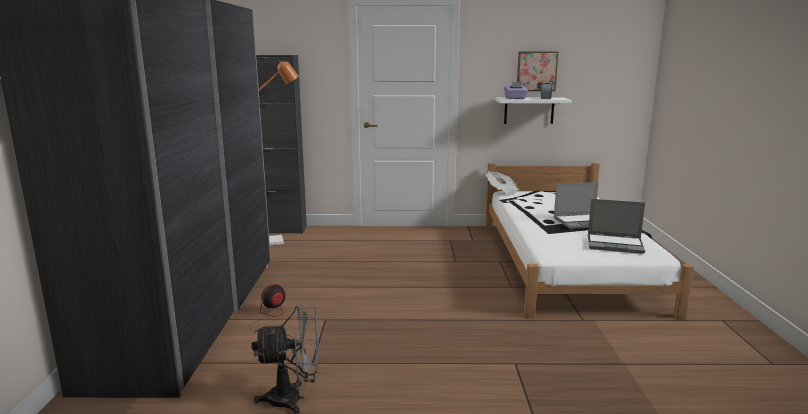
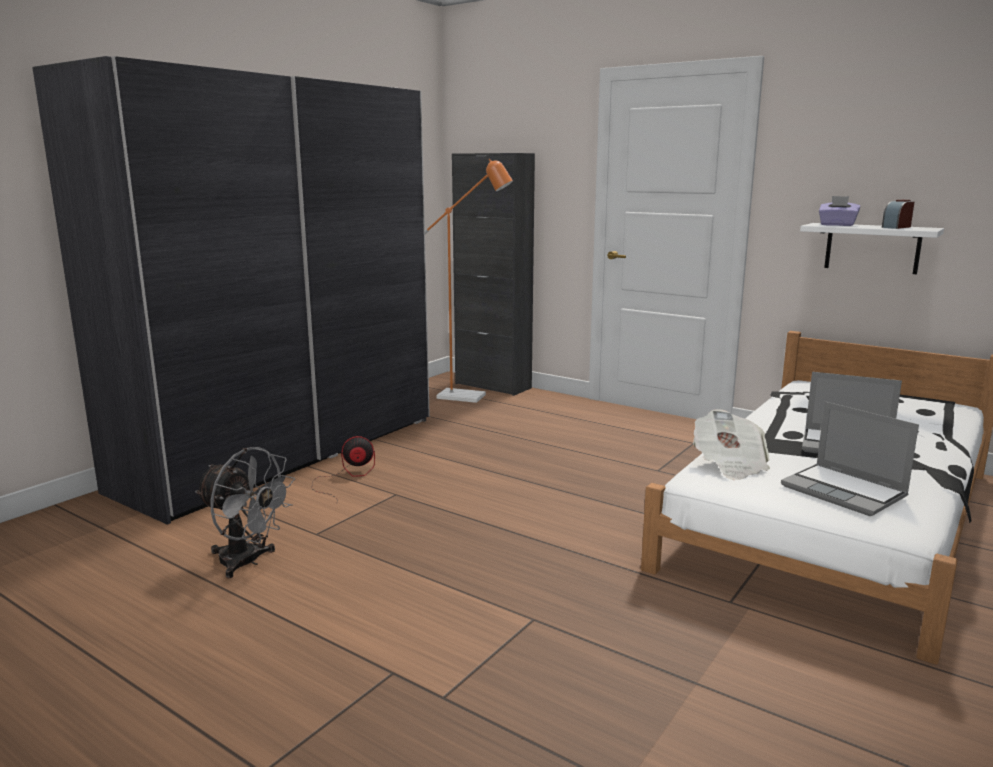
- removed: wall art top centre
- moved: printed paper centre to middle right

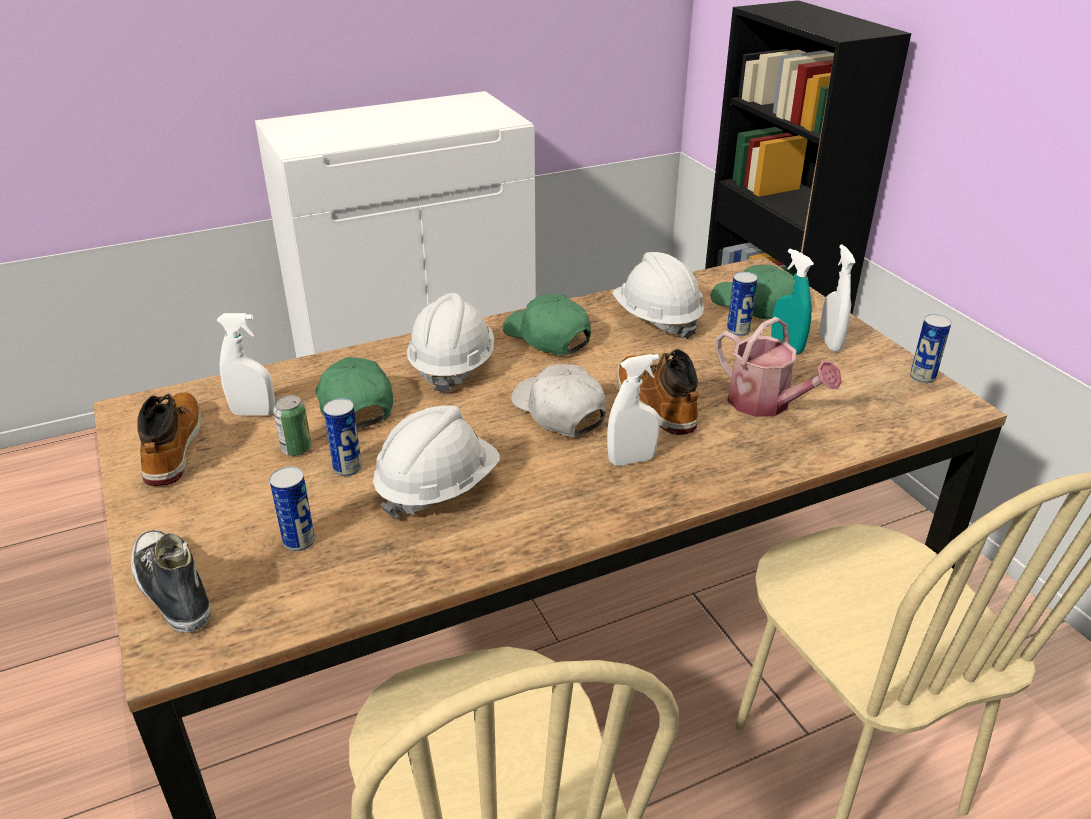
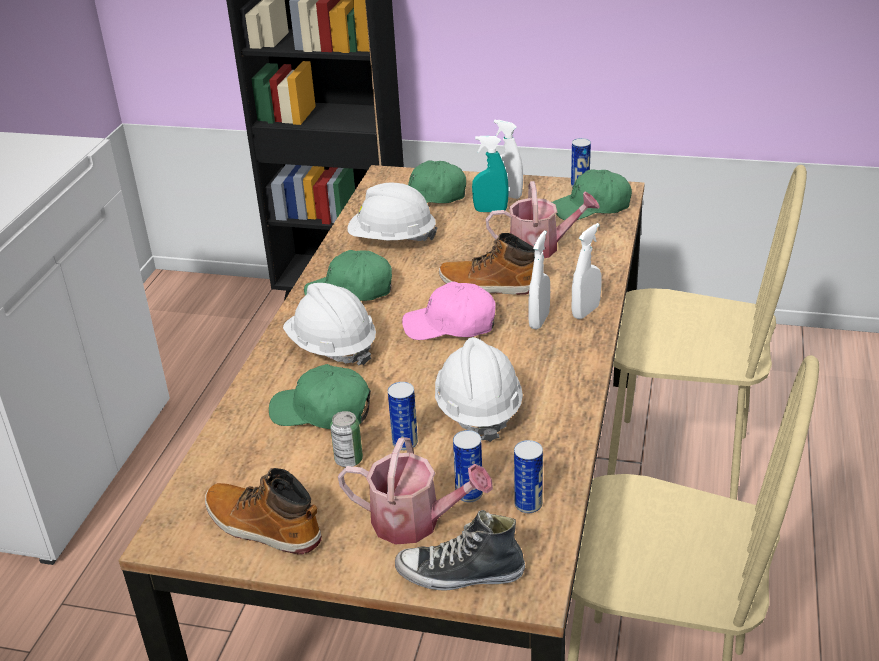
- moved: can (4th from left) middle right to bottom centre
- moved: hand sprayer in whitish (1st from left in the first image) middle left to hand sprayer in whitish (3rd from left) middle right
- recoloured: cap in whitish centre to cap in pink centre
- added: cap in greenish (4th from left) top right
- added: sprinkling can (1st from left) bottom centre

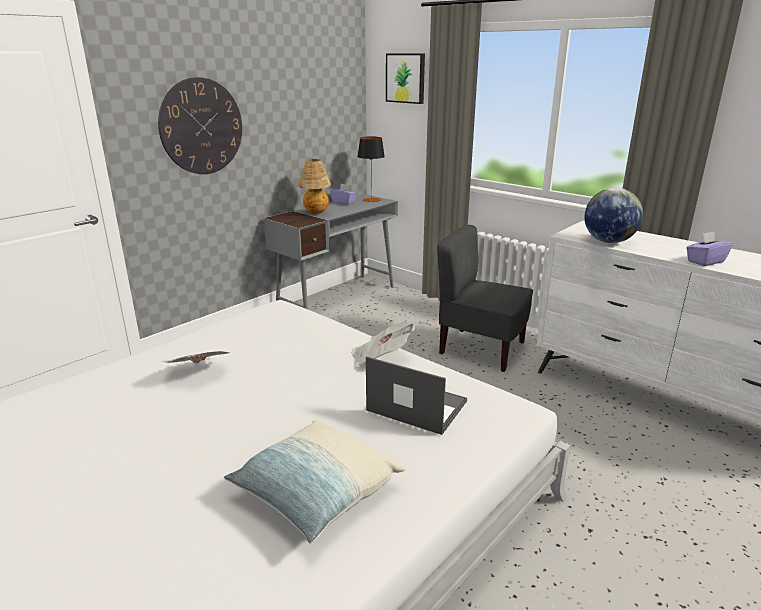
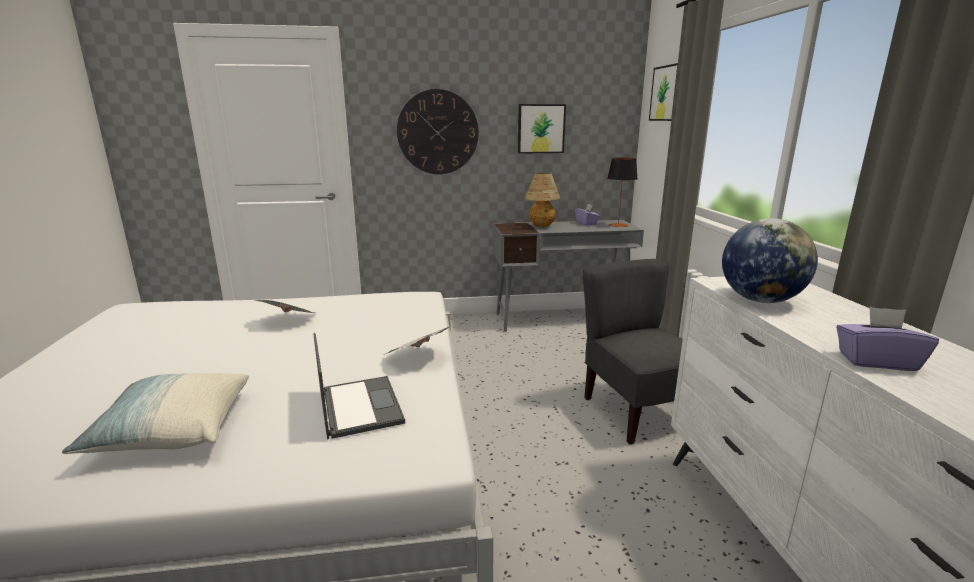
- added: wall art (1st from left) top centre

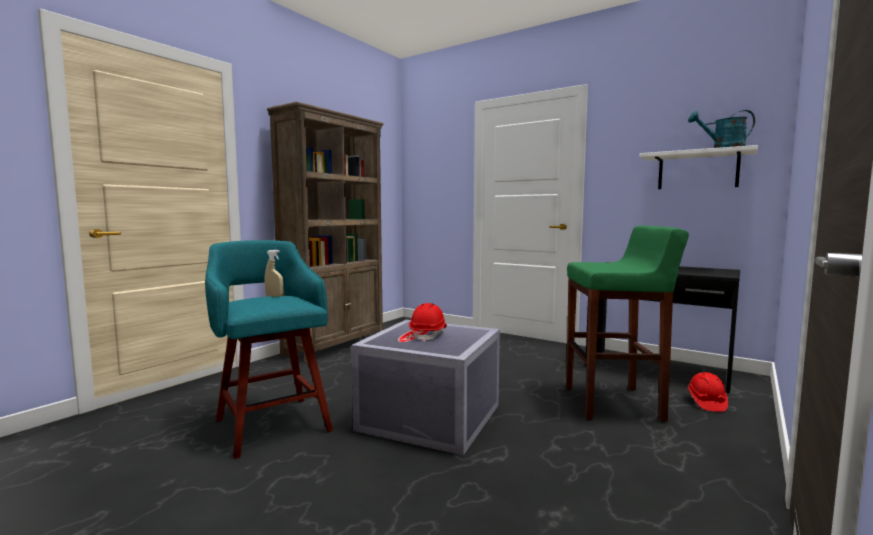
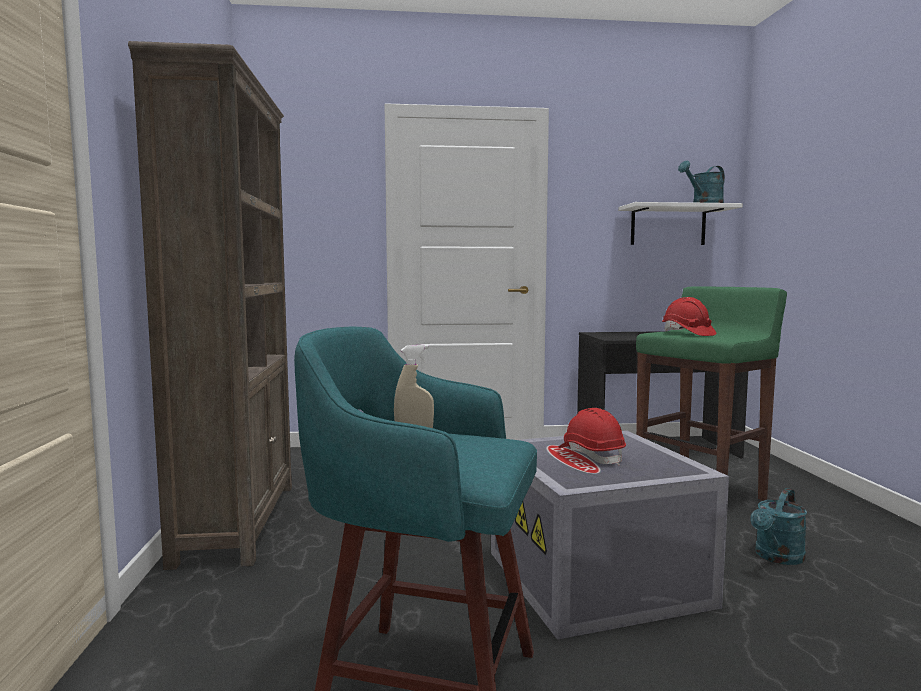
- moved: work helmet in red (2nd from left) bottom right to middle right
- added: sprinkling can in blue-green (2nd from left) bottom right

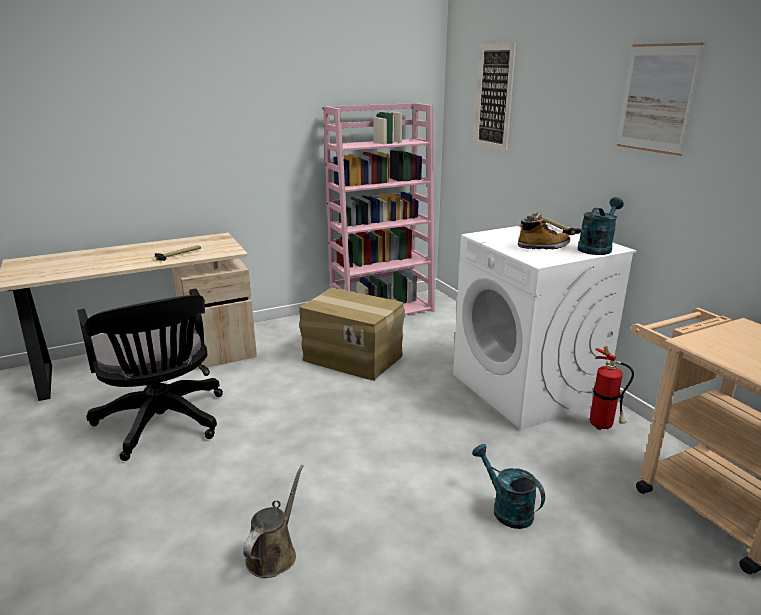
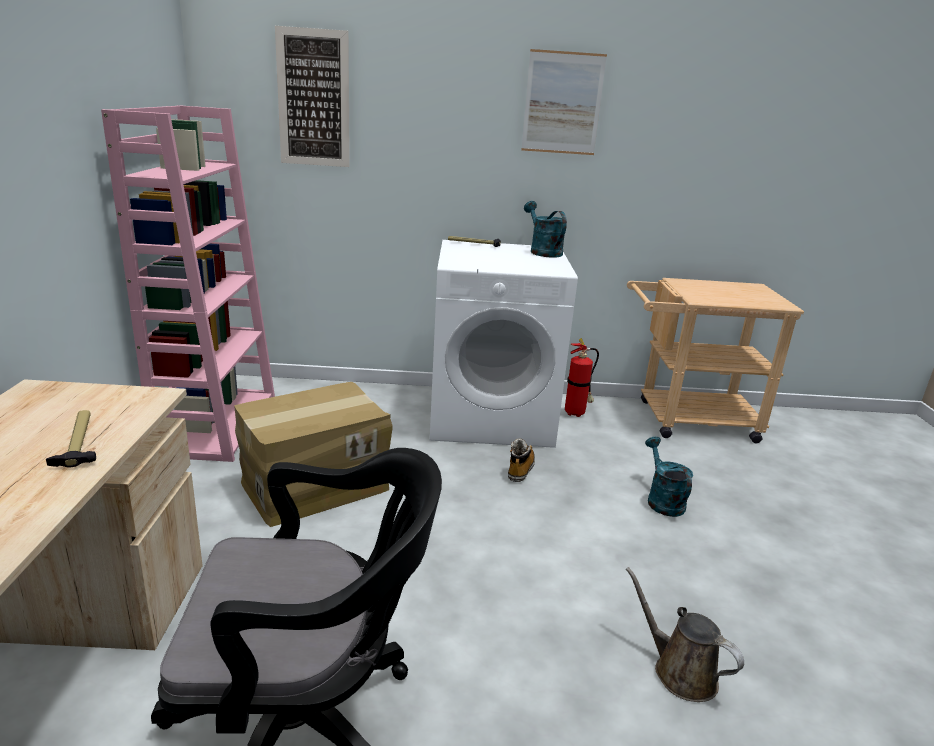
- moved: boot middle right to centre
- turned: sprinkling can in blue-green (1st from left in the first image) bottom right = middle right 90 degrees clockwise

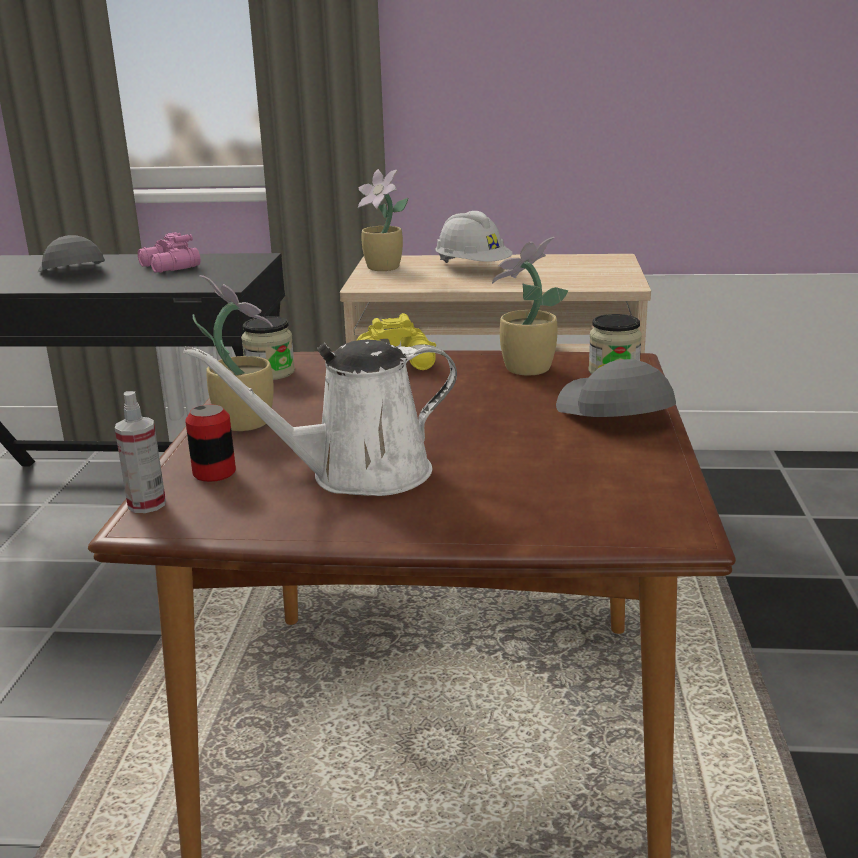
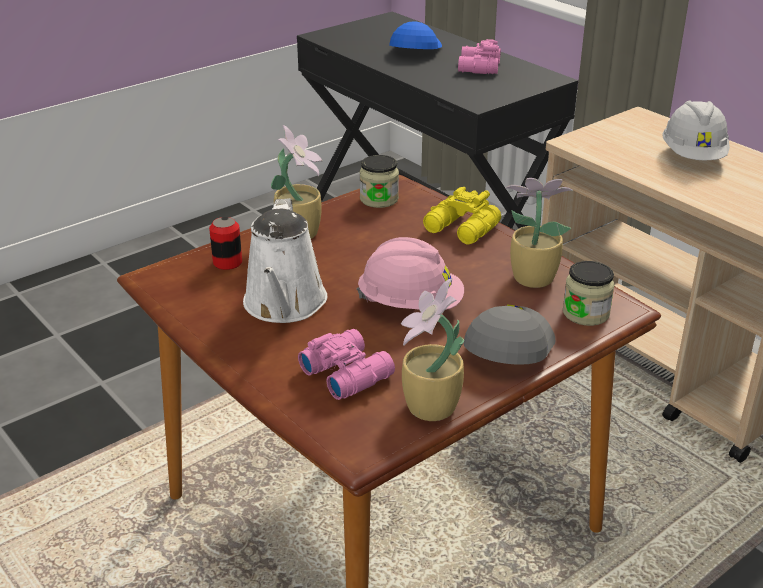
- moved: potted plant (2nd from left) top centre to centre
- recoloured: cap in greyish (1st from left) top left to cap in blue top centre
- turned: sprinkling can in whitish centre = centre 120 degrees counterclockwise
- removed: hand sprayer middle left
- added: work helmet in pink centre
- added: field glasses in pink (1st from left) centre

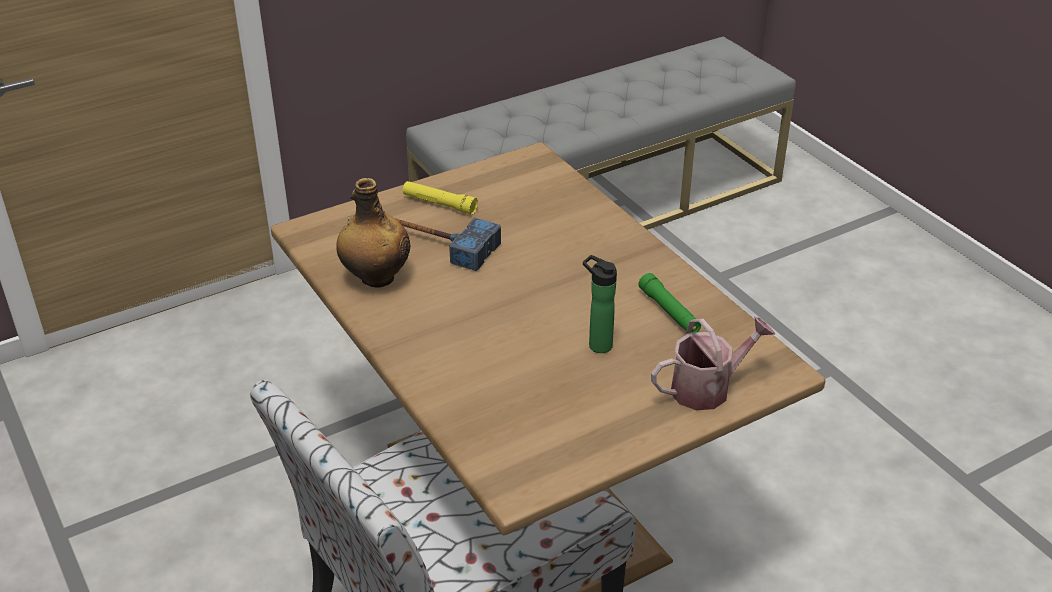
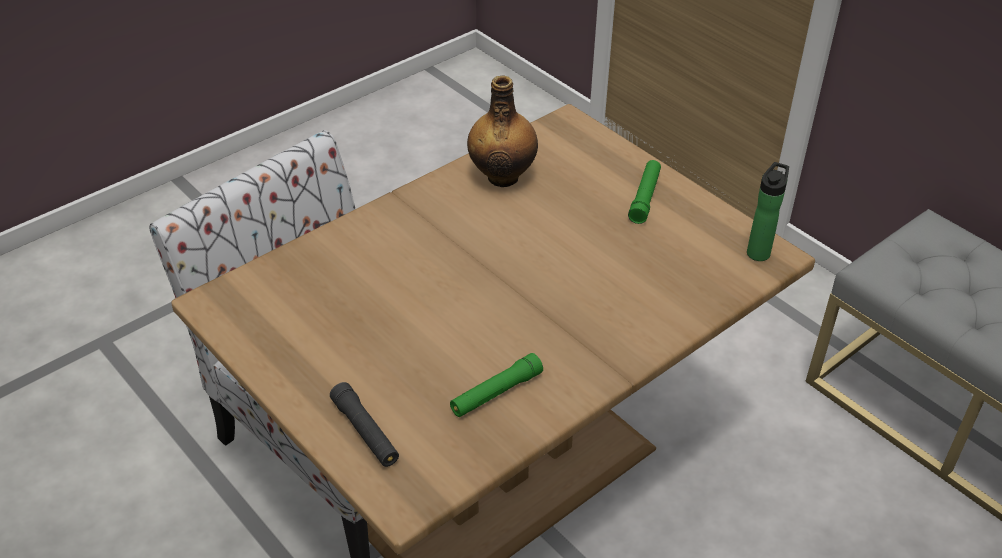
- recoloured: hand torch in yellowish centre to hand torch in greenish (2nd from left) centre
- removed: hammer centre
- moved: bottle (2nd from left) centre to middle right
- replaced: sprinkling can middle right to hand torch in black-coloured bottom centre

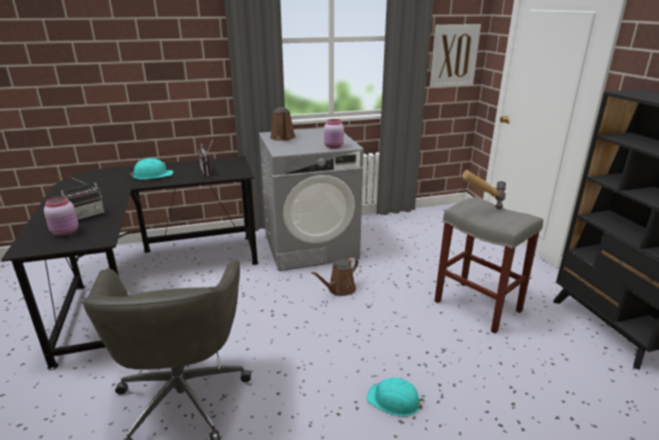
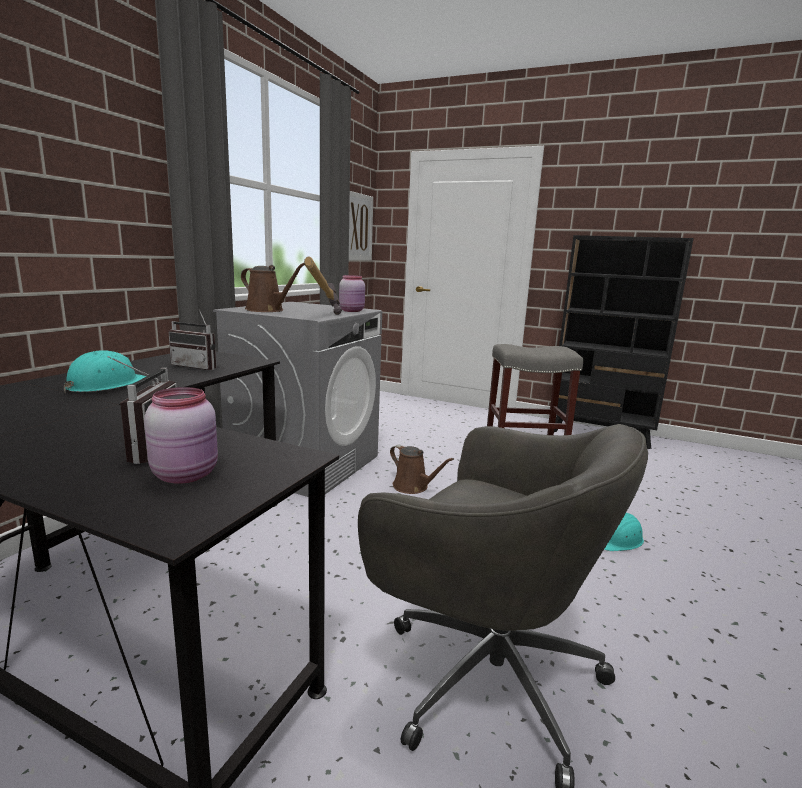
- moved: hammer middle right to centre
- turned: sprinkling can in brownish (2nd from left) centre = centre 45 degrees counterclockwise

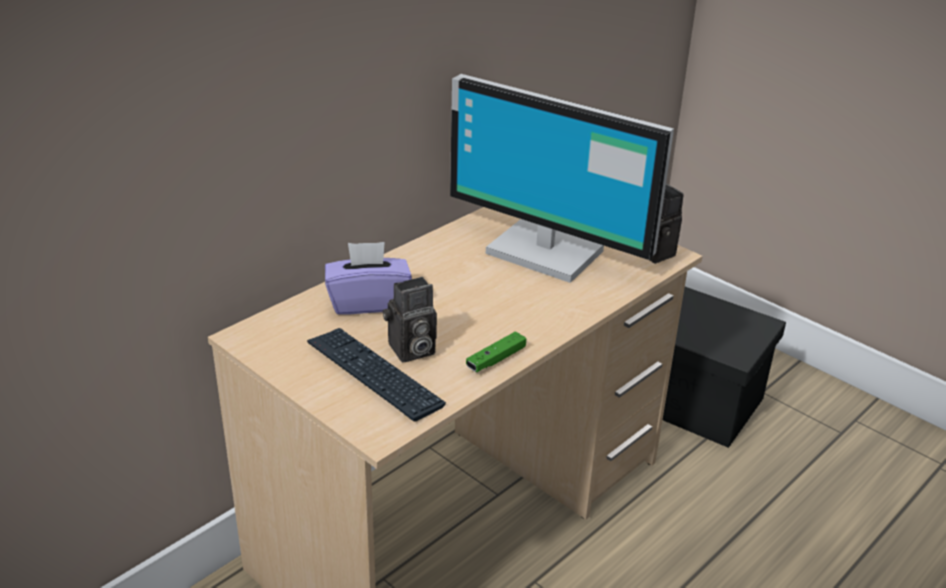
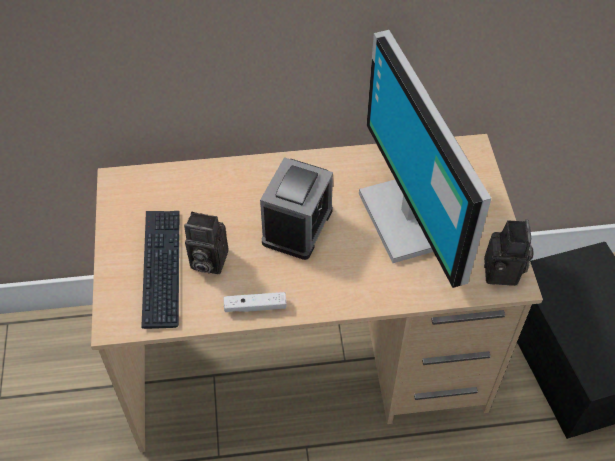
- removed: tissue box in purple-coloured centre
- recoloured: gamepad in greenish centre to gamepad in whitish centre
- added: table clock centre

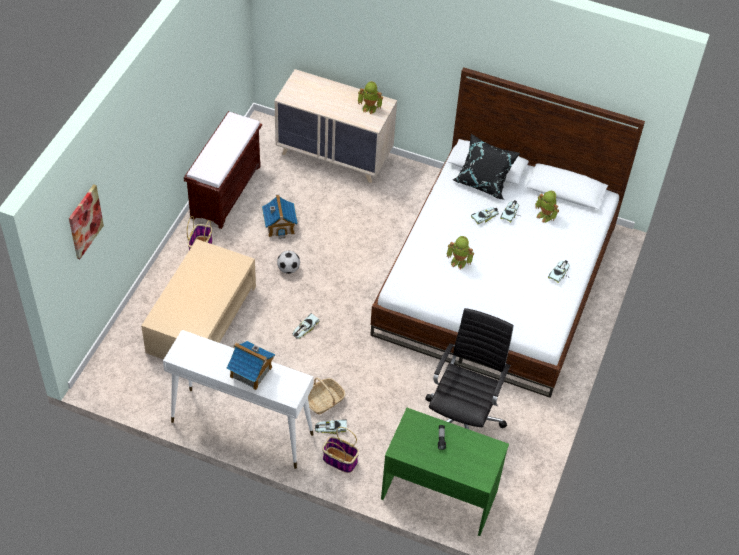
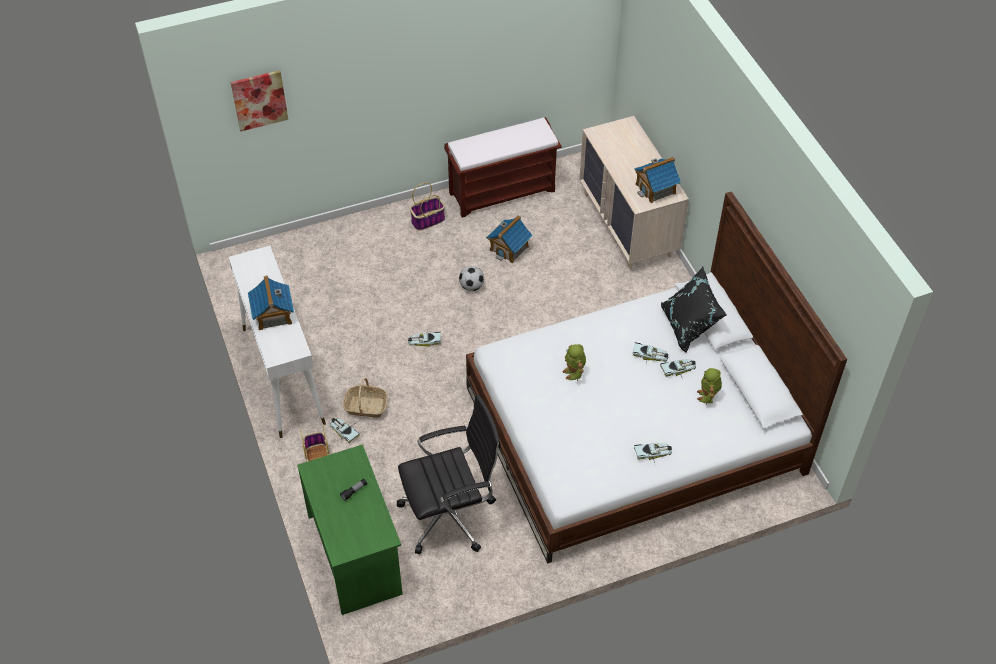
- replaced: robot figure (1st from left) top centre to model house (3rd from left) top centre
- removed: lounge table in beige-coloured middle left

